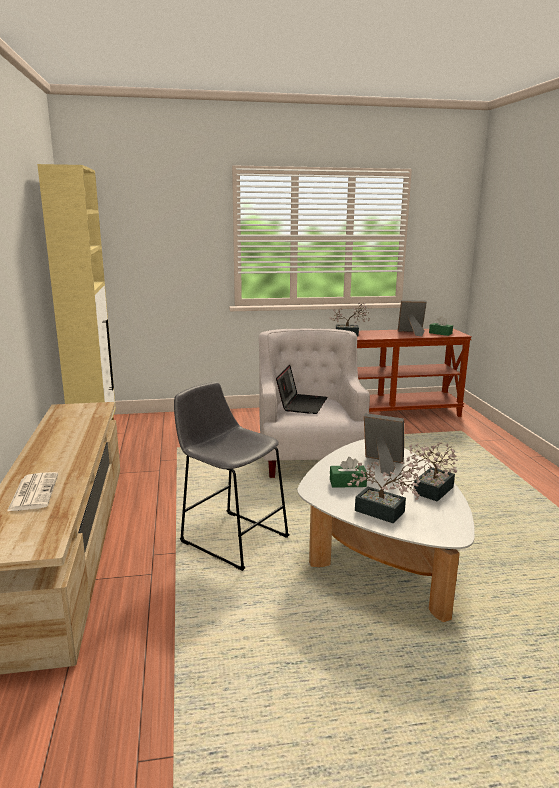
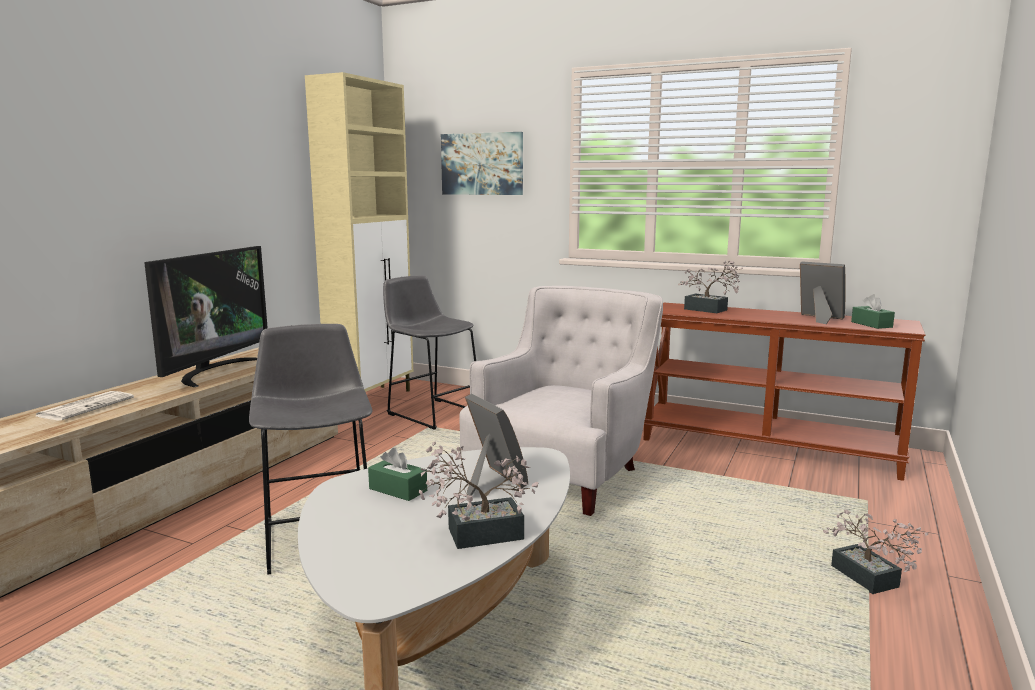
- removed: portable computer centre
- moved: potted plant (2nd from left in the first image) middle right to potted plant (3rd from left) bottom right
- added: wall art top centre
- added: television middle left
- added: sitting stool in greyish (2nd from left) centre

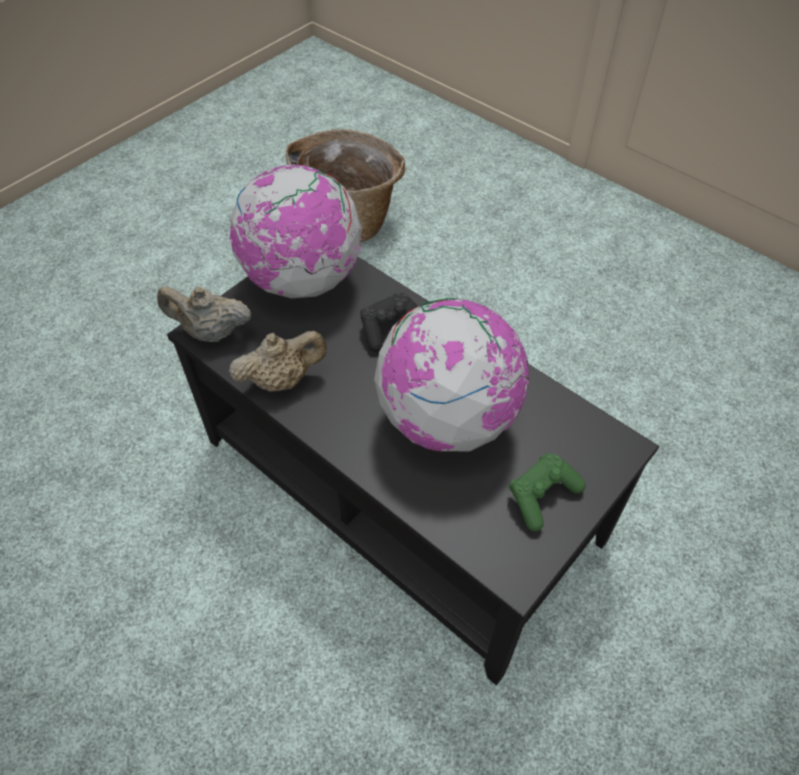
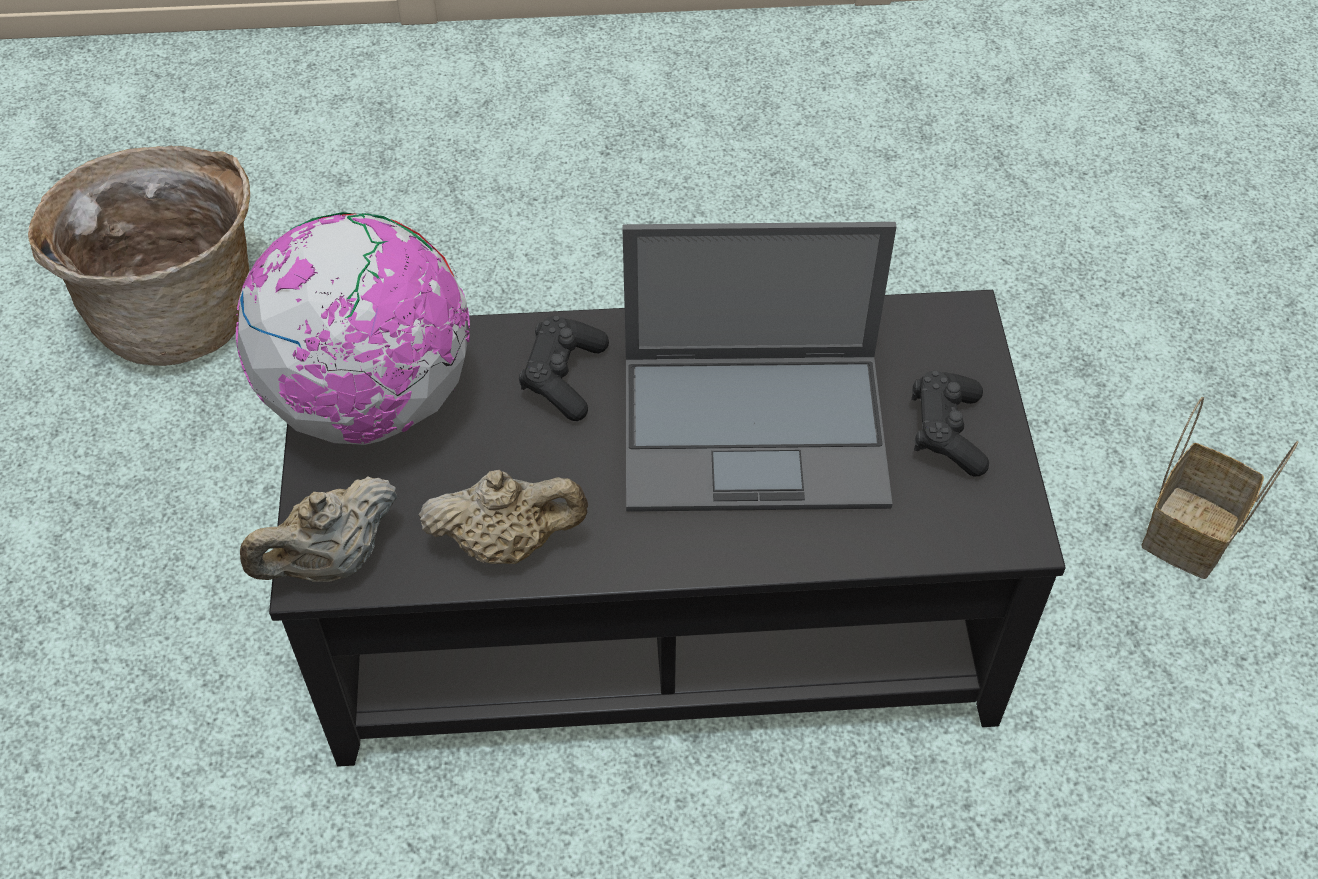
- replaced: globe (2nd from left) centre to portable computer centre
- turned: teapot in beige-coloured (2nd from left) centre = centre 60 degrees clockwise
- recoloured: gamepad in greenish middle right to gamepad in black-coloured (2nd from left) middle right
- added: basket (2nd from left) middle right

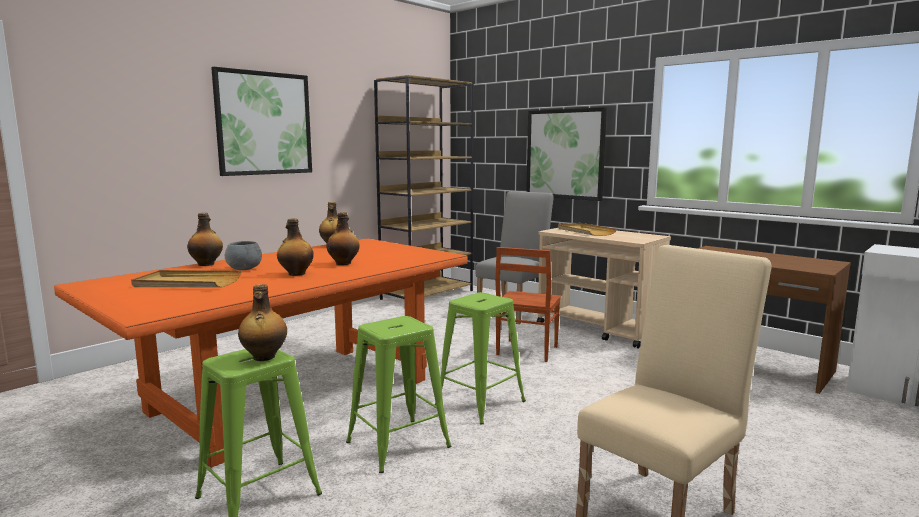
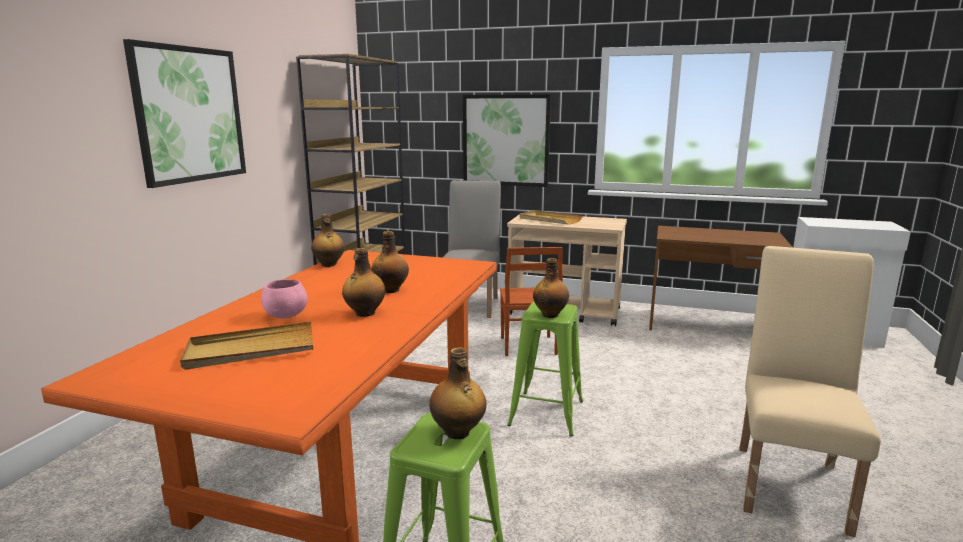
- moved: bottle (1st from left in the first image) middle left to bottle (5th from left) centre
- recoloured: deep dish in greyish middle left to deep dish in pink middle left
- removed: sitting stool in greenish (2nd from left) bottom centre

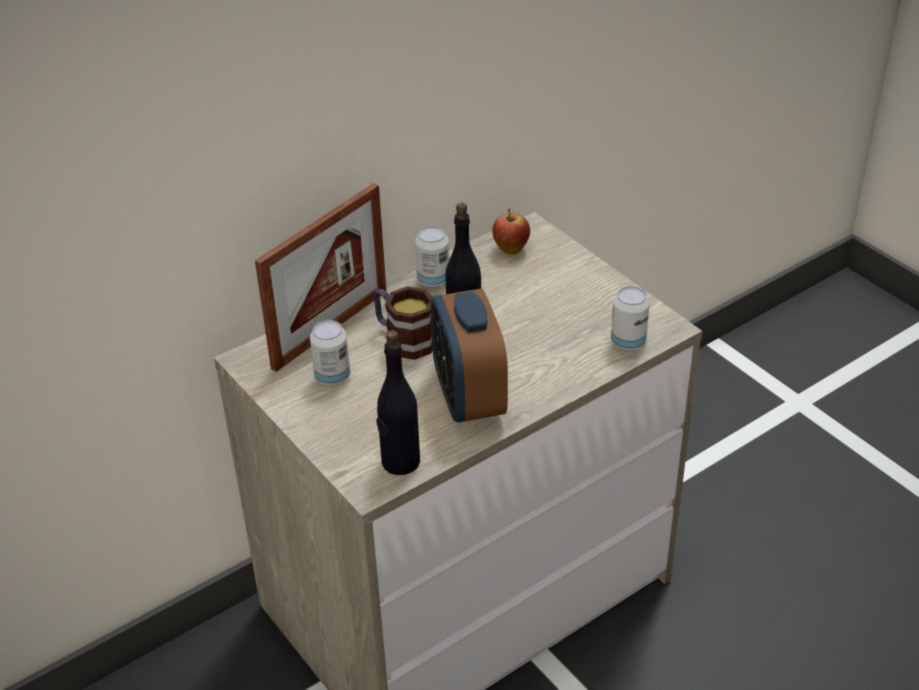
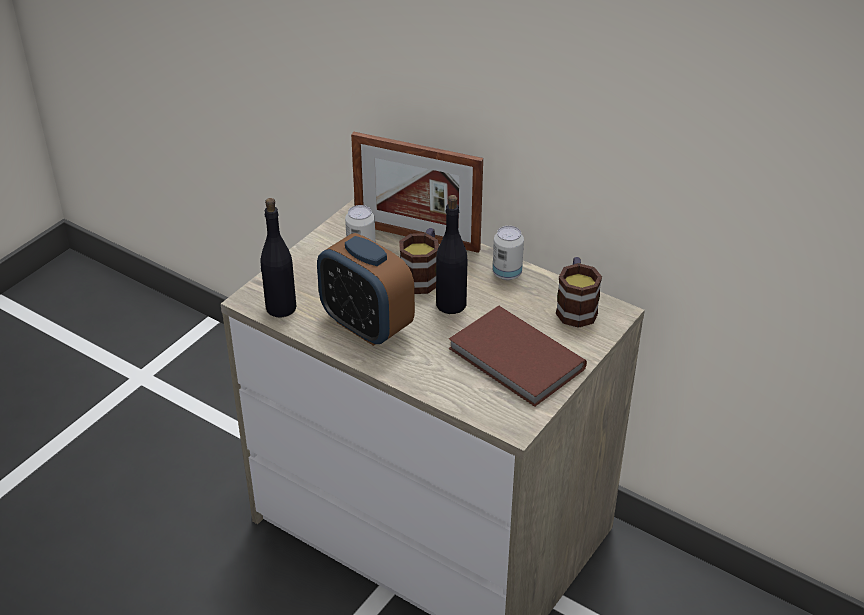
- replaced: whole apple centre to coffee mug (2nd from left) middle right
- removed: can (3rd from left) middle right
- turned: table clock centre = centre 105 degrees counterclockwise
- added: book in brownish centre

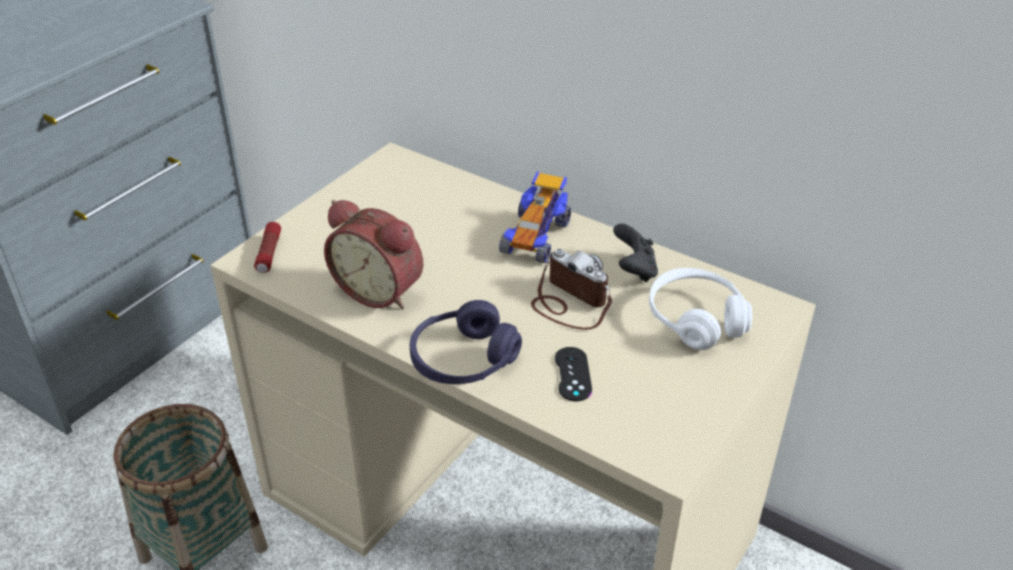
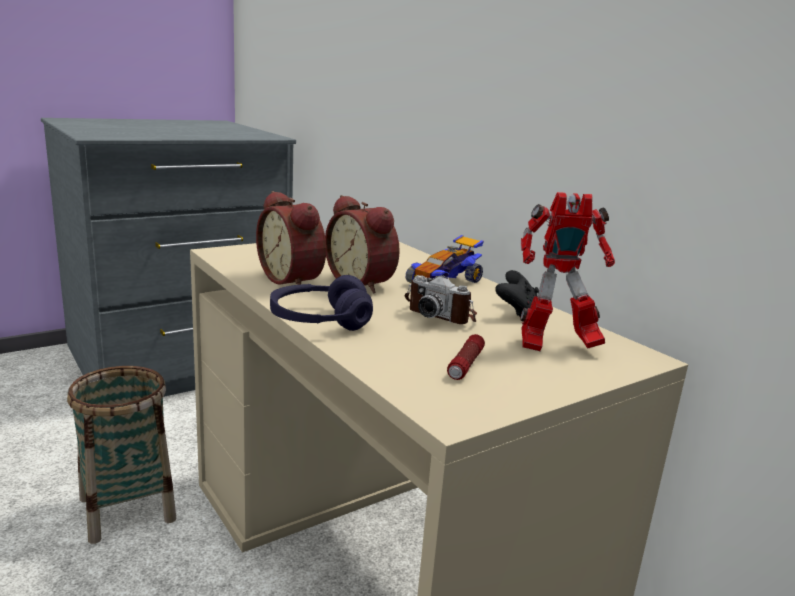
- moved: hand torch middle left to centre
- turned: photo camera centre = centre 150 degrees clockwise
- replaced: headphones in whitish middle right to robot figure middle right
- removed: gamepad in black-coloured (1st from left) centre
- added: table clock (2nd from left) centre

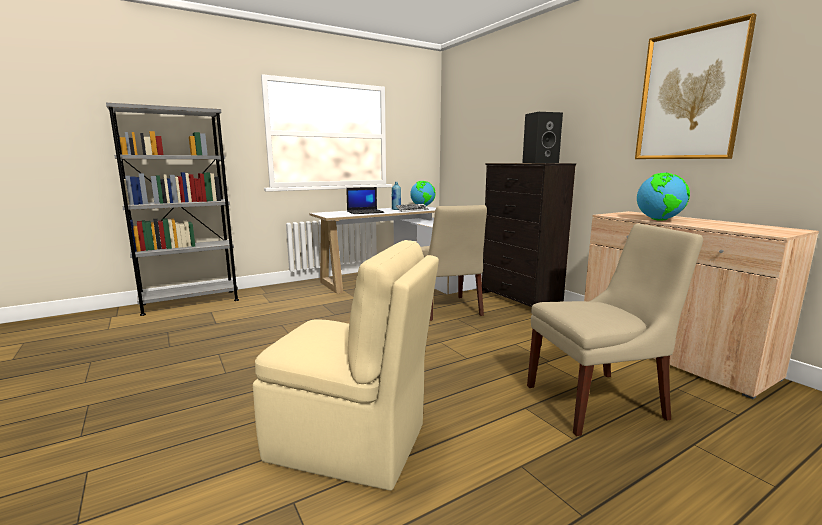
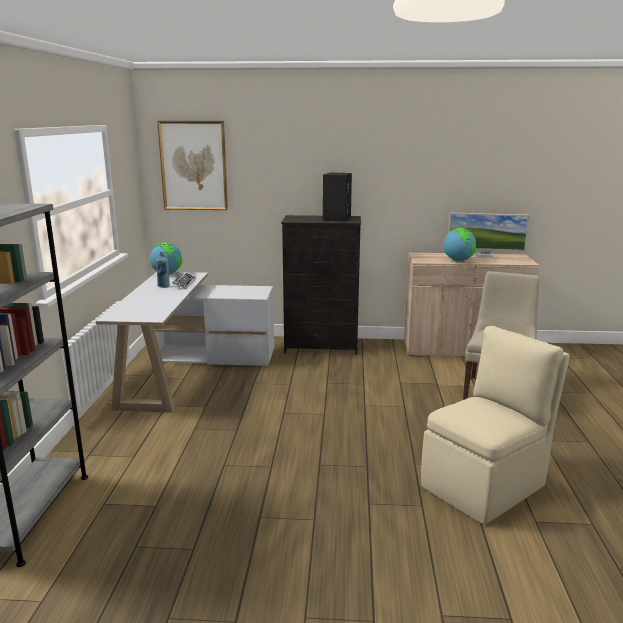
- moved: wall art top right to top left
- removed: portable computer centre
- removed: plain chair in beige-coloured (2nd from left) centre
- added: monitor middle right

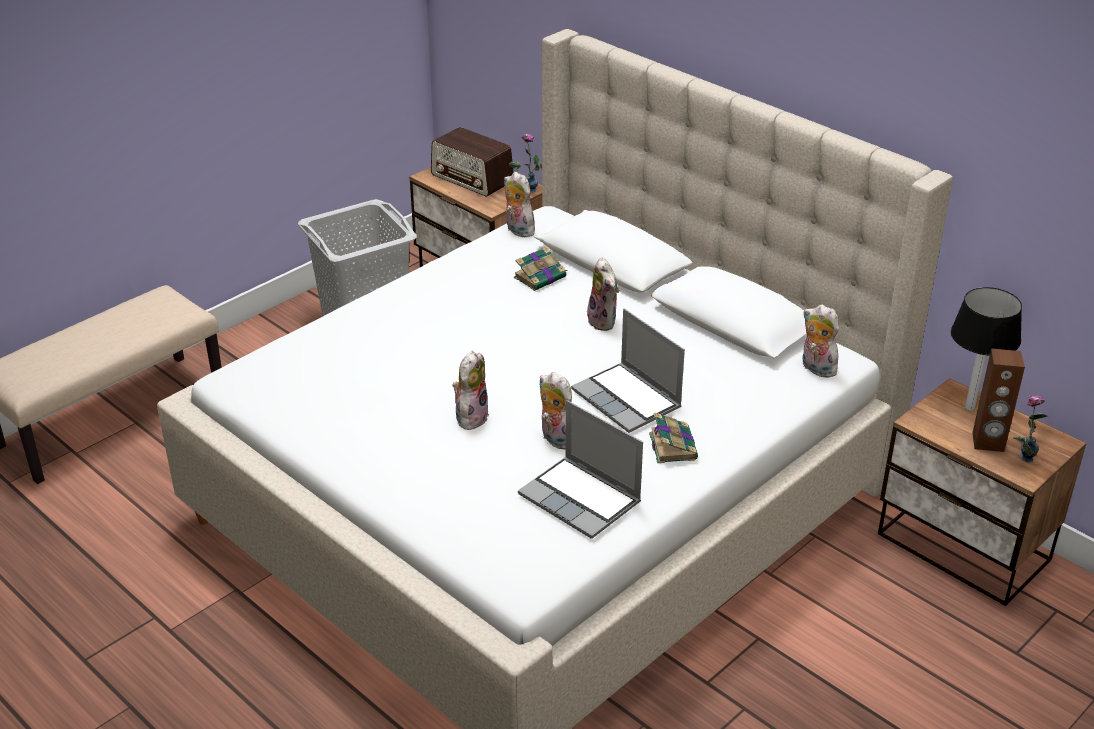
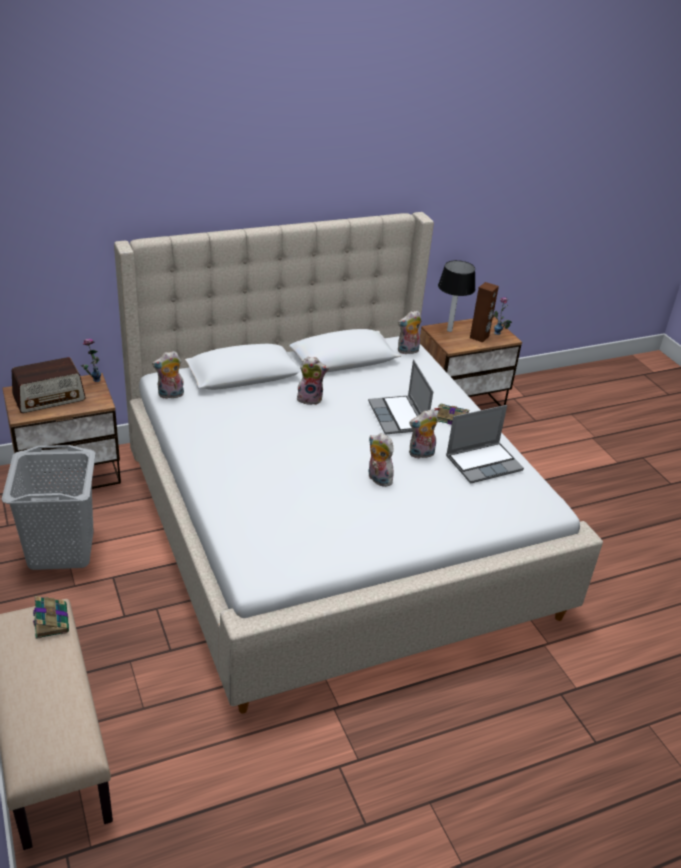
- moved: book (1st from left) centre to bottom left
- turned: portable computer (2nd from left in the first image) centre = centre 90 degrees clockwise

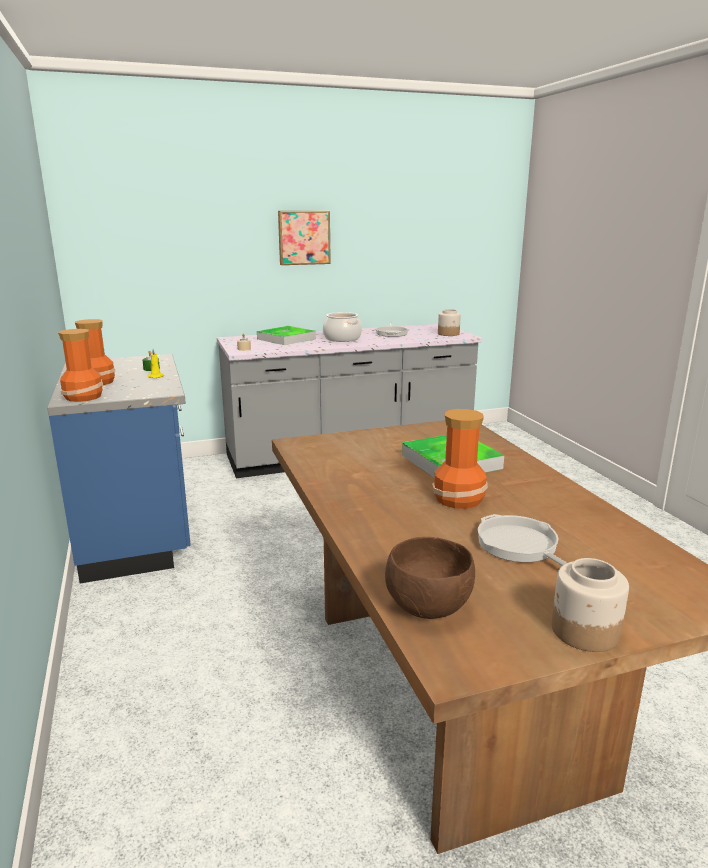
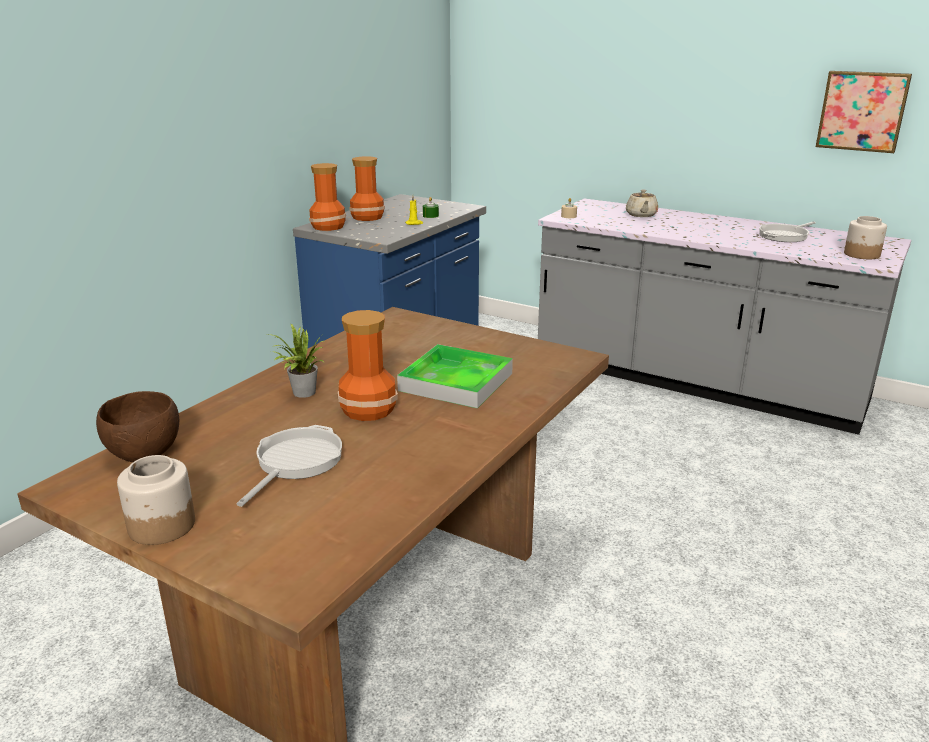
- moved: wall art top centre to top right
- removed: saucepot centre
- replaced: carrying tray (1st from left) centre to teapot in beige-coloured top right
- added: potted plant middle left

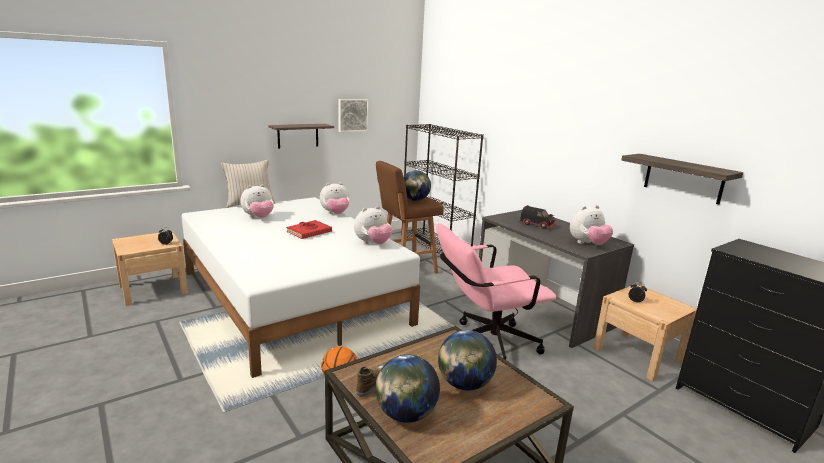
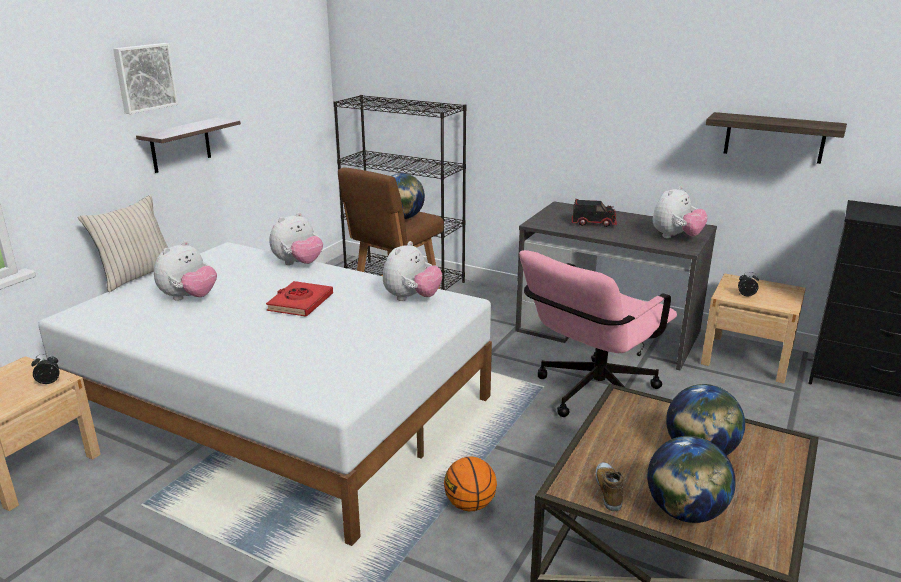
- moved: wall art top centre to top left

